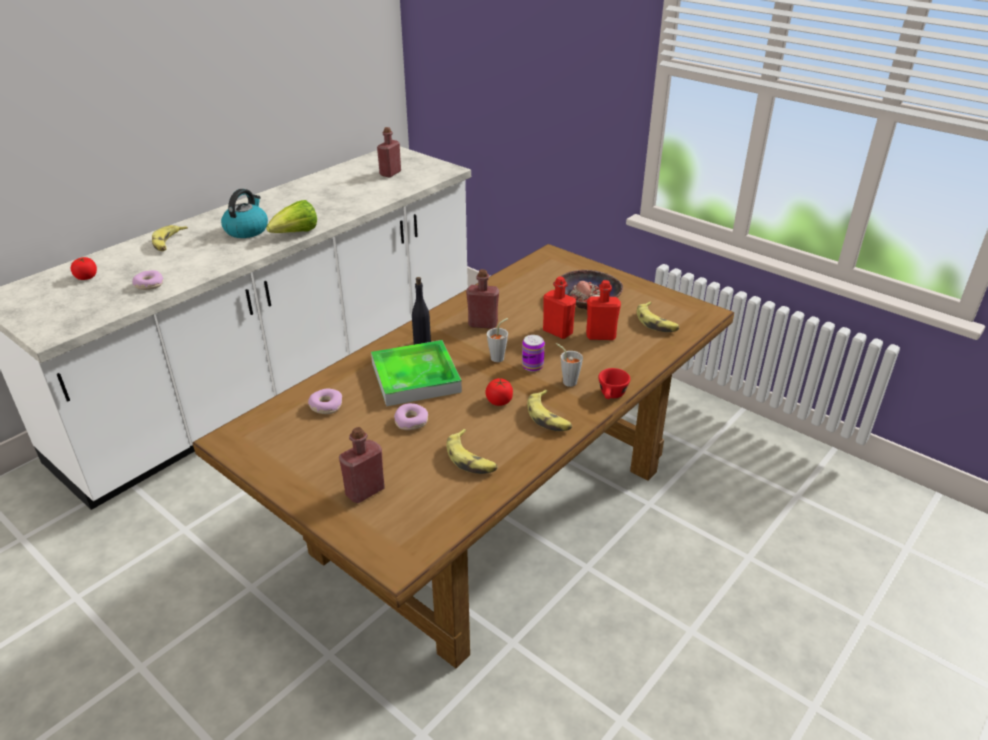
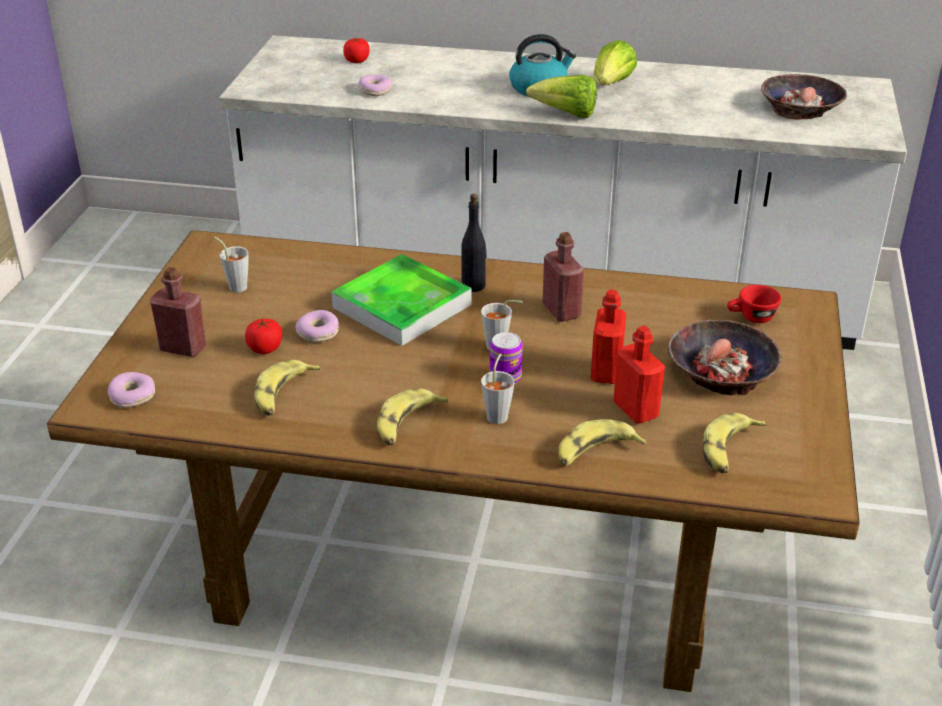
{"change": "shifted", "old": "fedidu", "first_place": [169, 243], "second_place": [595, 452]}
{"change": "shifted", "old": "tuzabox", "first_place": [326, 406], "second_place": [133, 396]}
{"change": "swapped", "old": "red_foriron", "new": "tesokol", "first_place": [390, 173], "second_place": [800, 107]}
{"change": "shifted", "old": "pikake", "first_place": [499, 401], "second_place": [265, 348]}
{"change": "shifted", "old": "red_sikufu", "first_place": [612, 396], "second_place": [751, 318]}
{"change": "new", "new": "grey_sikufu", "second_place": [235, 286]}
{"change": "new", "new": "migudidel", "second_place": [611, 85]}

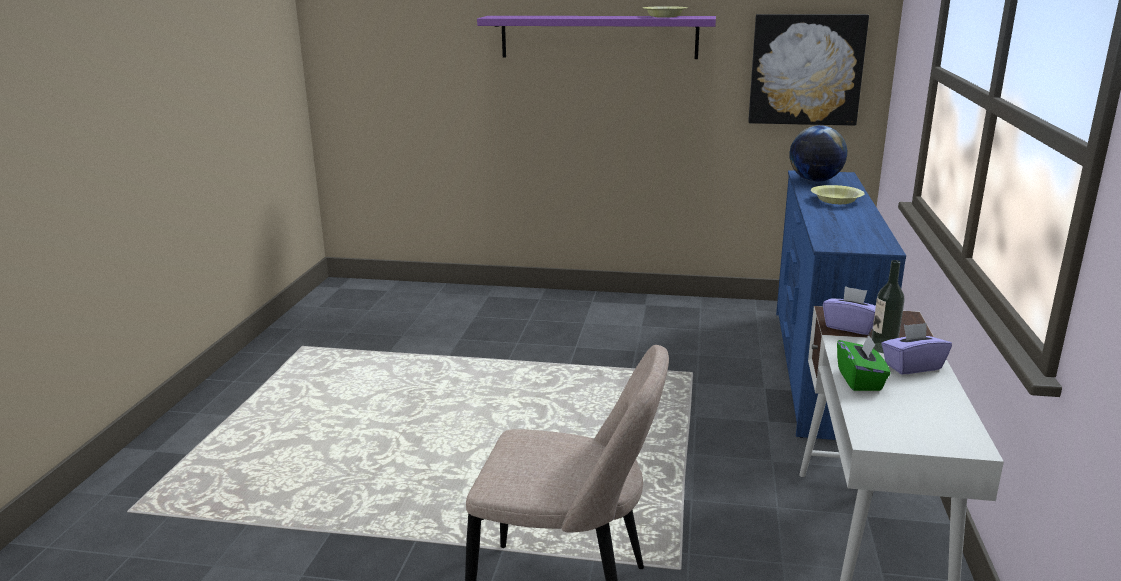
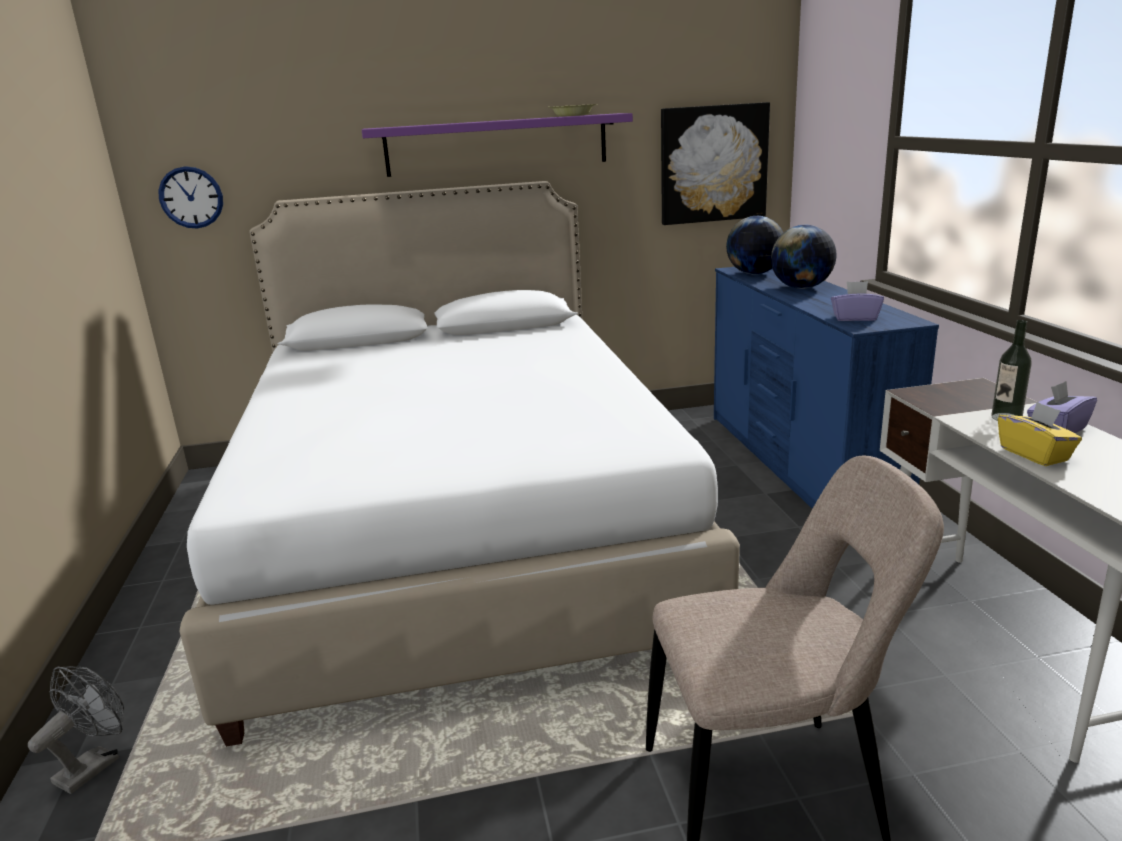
{"change": "swapped", "old": "yellow_tesokol", "new": "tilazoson", "first_place": [836, 201], "second_place": [801, 288]}
{"change": "shifted", "old": "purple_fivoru", "first_place": [849, 327], "second_place": [854, 318]}
{"change": "repainted", "old": "green_fivoru", "new": "yellow_fivoru", "first_place": [860, 380], "second_place": [1034, 454]}
{"change": "new", "new": "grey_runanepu", "second_place": [95, 764]}
{"change": "new", "new": "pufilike", "second_place": [191, 197]}
{"change": "new", "new": "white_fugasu", "second_place": [459, 534]}

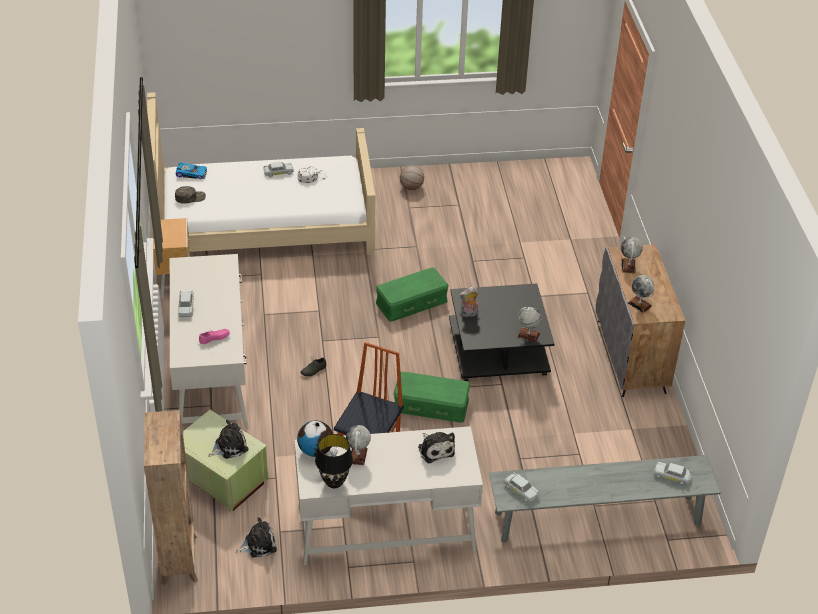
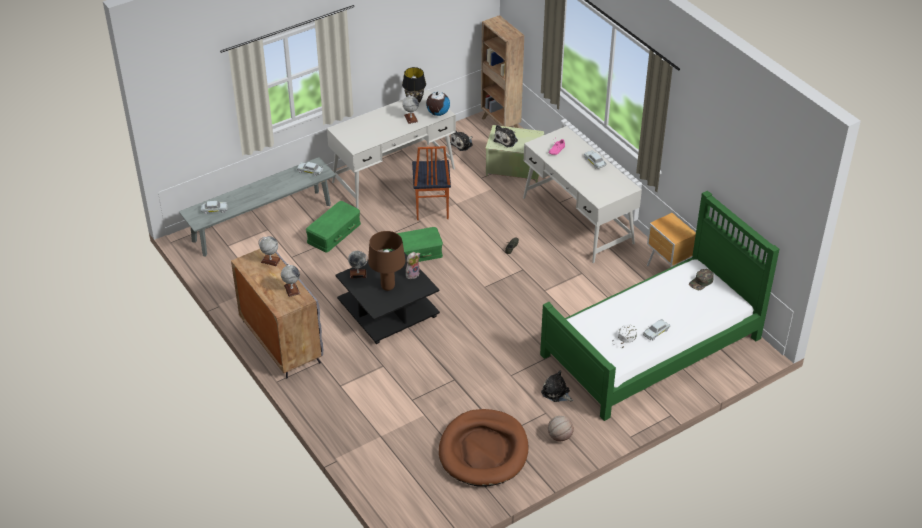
{"change": "repainted", "old": "beige_fugasu", "new": "green_fugasu", "first_place": [264, 225], "second_place": [652, 346]}
{"change": "gone", "old": "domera", "first_place": [191, 173]}
{"change": "shifted", "old": "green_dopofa", "first_place": [412, 302], "second_place": [333, 232]}
{"change": "shifted", "old": "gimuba", "first_place": [435, 449], "second_place": [556, 393]}
{"change": "new", "new": "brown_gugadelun", "second_place": [387, 287]}
{"change": "new", "new": "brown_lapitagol", "second_place": [483, 451]}

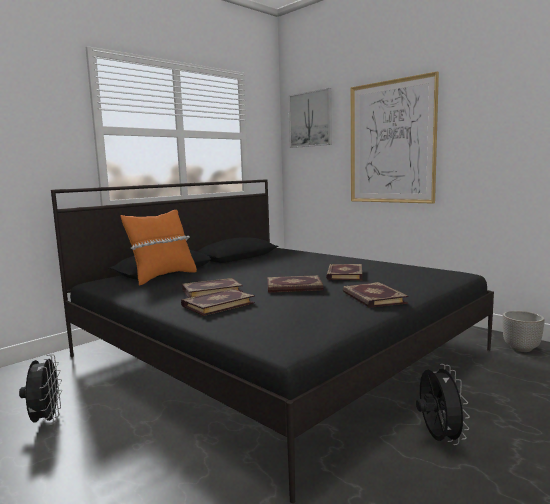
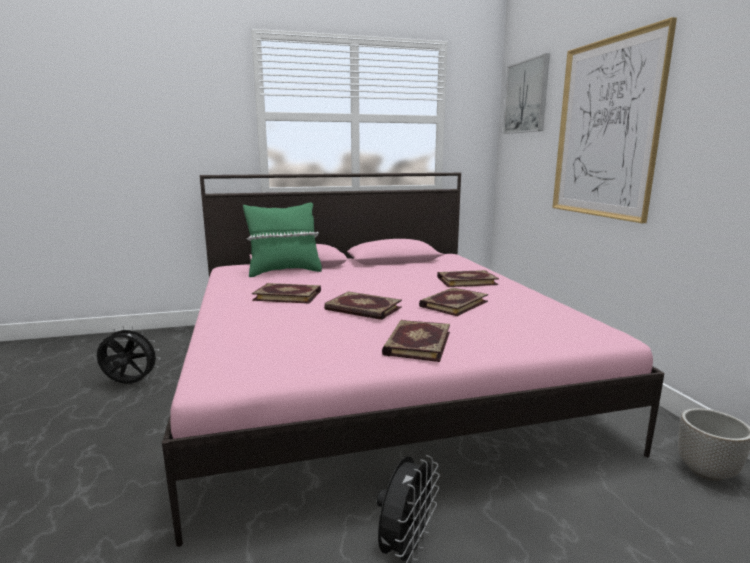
{"change": "rotated", "old": "black_runanepu", "first_place": [46, 421], "second_place": [130, 384], "degrees": -105}
{"change": "repainted", "old": "black_fugasu", "new": "pink_fugasu", "first_place": [276, 353], "second_place": [375, 377]}
{"change": "repainted", "old": "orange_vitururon", "new": "green_vitururon", "first_place": [162, 277], "second_place": [284, 272]}
{"change": "shifted", "old": "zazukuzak", "first_place": [217, 304], "second_place": [466, 281]}

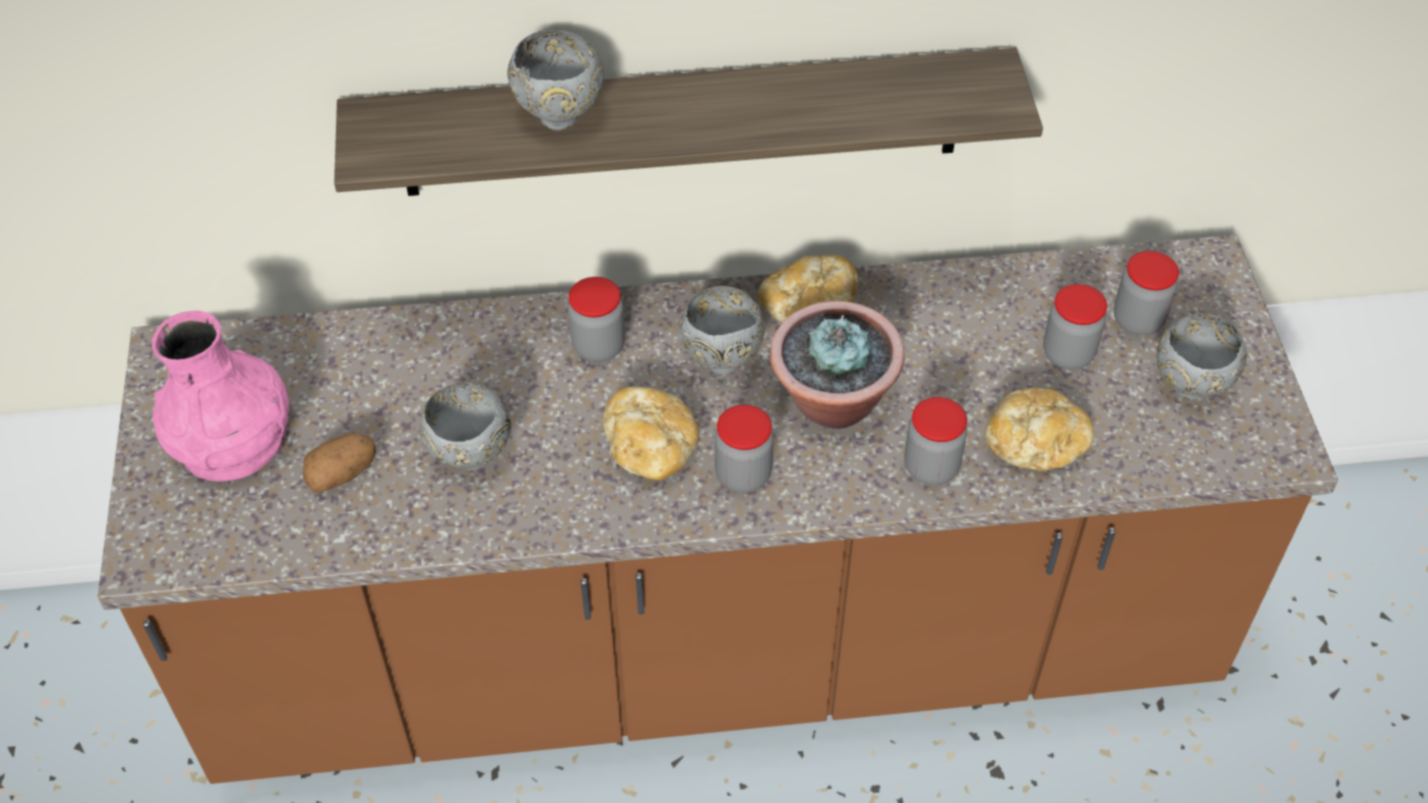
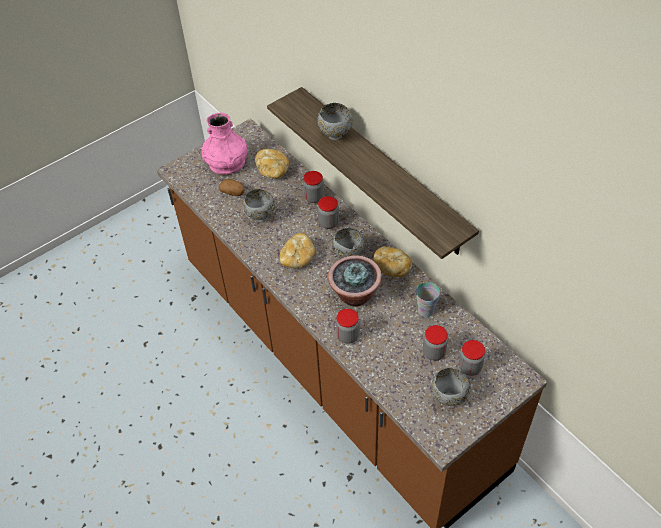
{"change": "shifted", "old": "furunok", "first_place": [743, 475], "second_place": [314, 197]}
{"change": "shifted", "old": "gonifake", "first_place": [1035, 444], "second_place": [273, 170]}
{"change": "new", "new": "sikufu", "second_place": [425, 311]}

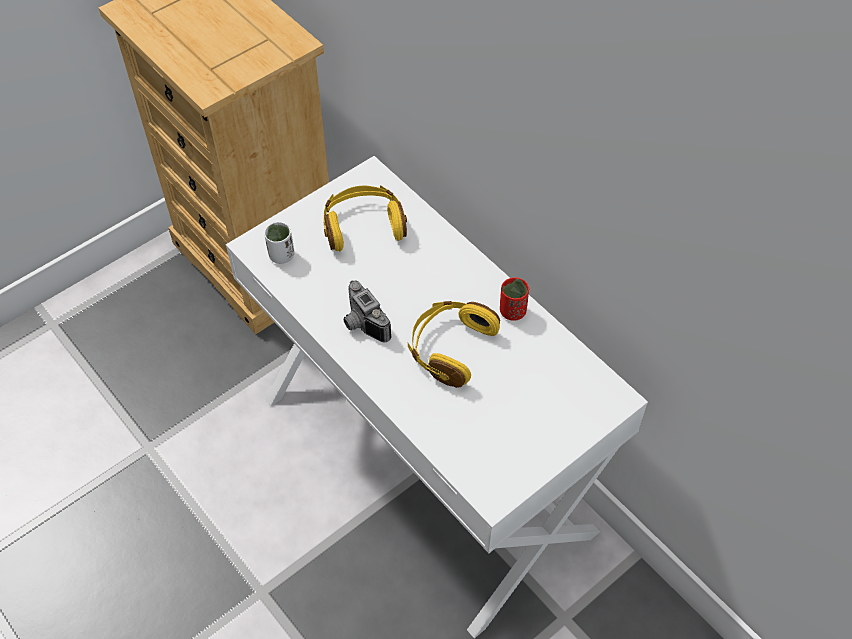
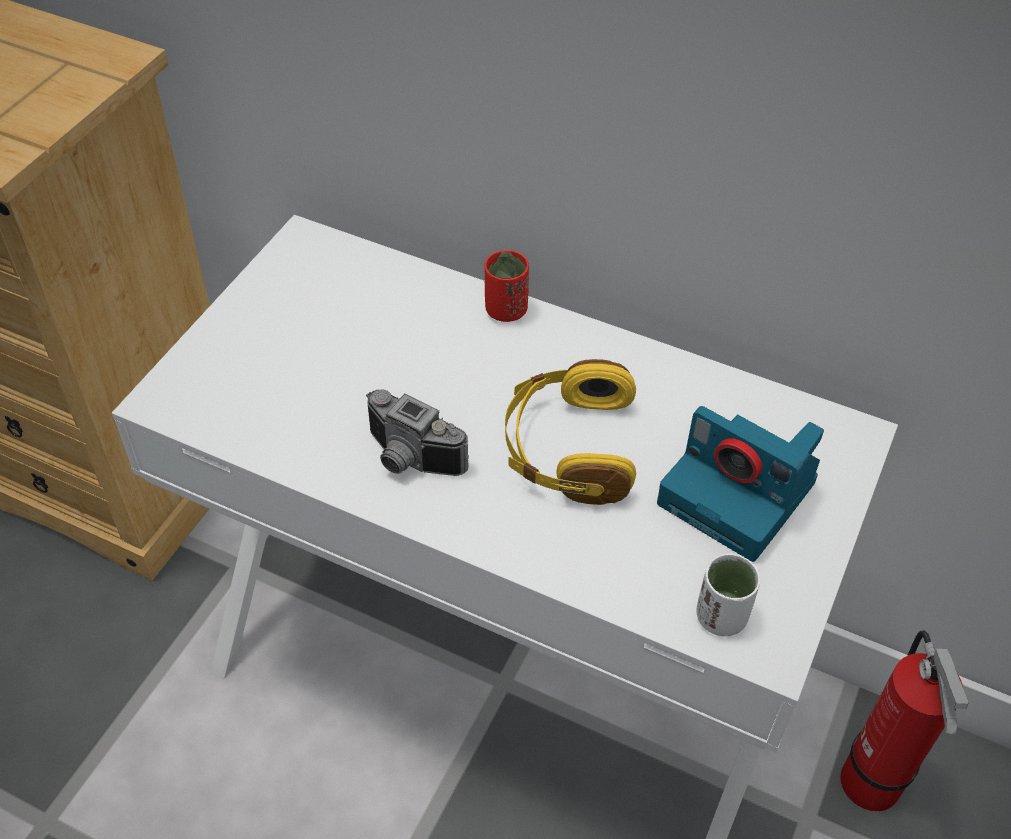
{"change": "shifted", "old": "white_sikufu", "first_place": [281, 255], "second_place": [721, 617]}
{"change": "gone", "old": "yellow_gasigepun", "first_place": [363, 226]}
{"change": "shifted", "old": "red_sikufu", "first_place": [512, 311], "second_place": [506, 310]}
{"change": "new", "new": "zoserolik", "second_place": [740, 494]}
{"change": "new", "new": "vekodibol", "second_place": [872, 790]}

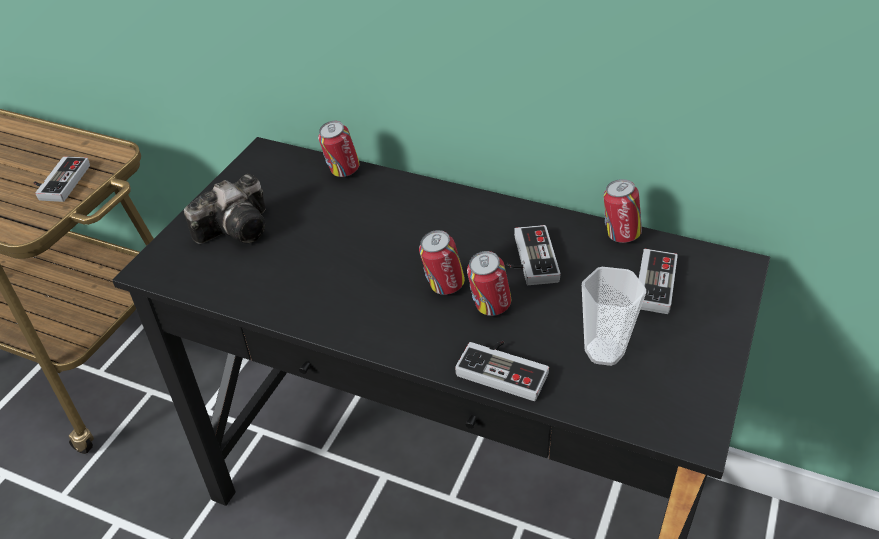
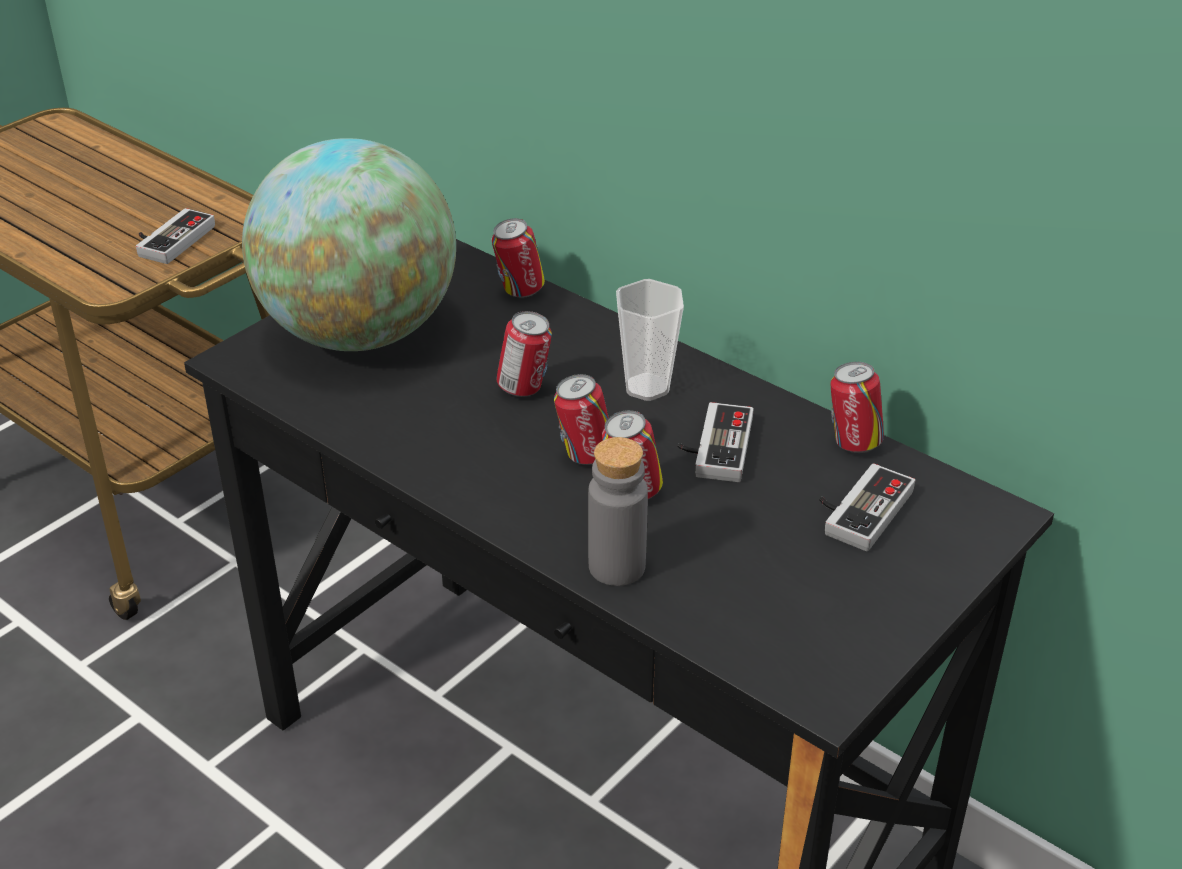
{"change": "swapped", "old": "zoserolik", "new": "tilazoson", "first_place": [239, 228], "second_place": [360, 333]}
{"change": "swapped", "old": "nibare", "new": "grey_foriron", "first_place": [505, 369], "second_place": [617, 566]}
{"change": "shifted", "old": "sikufu", "first_place": [604, 351], "second_place": [647, 387]}
{"change": "new", "new": "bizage", "second_place": [524, 389]}

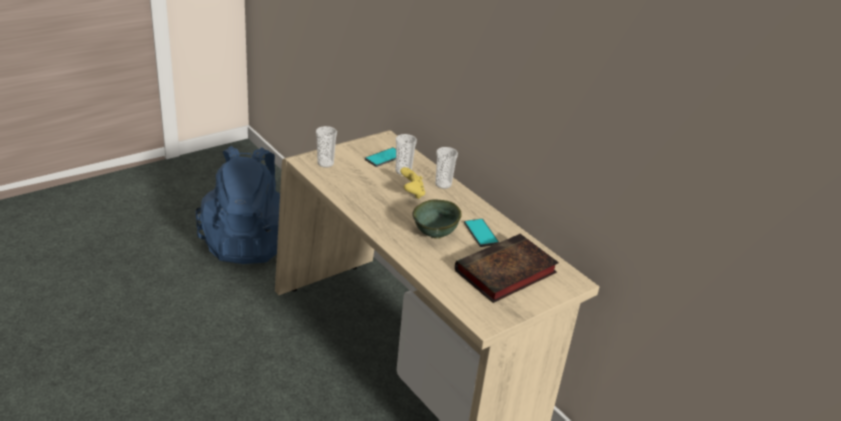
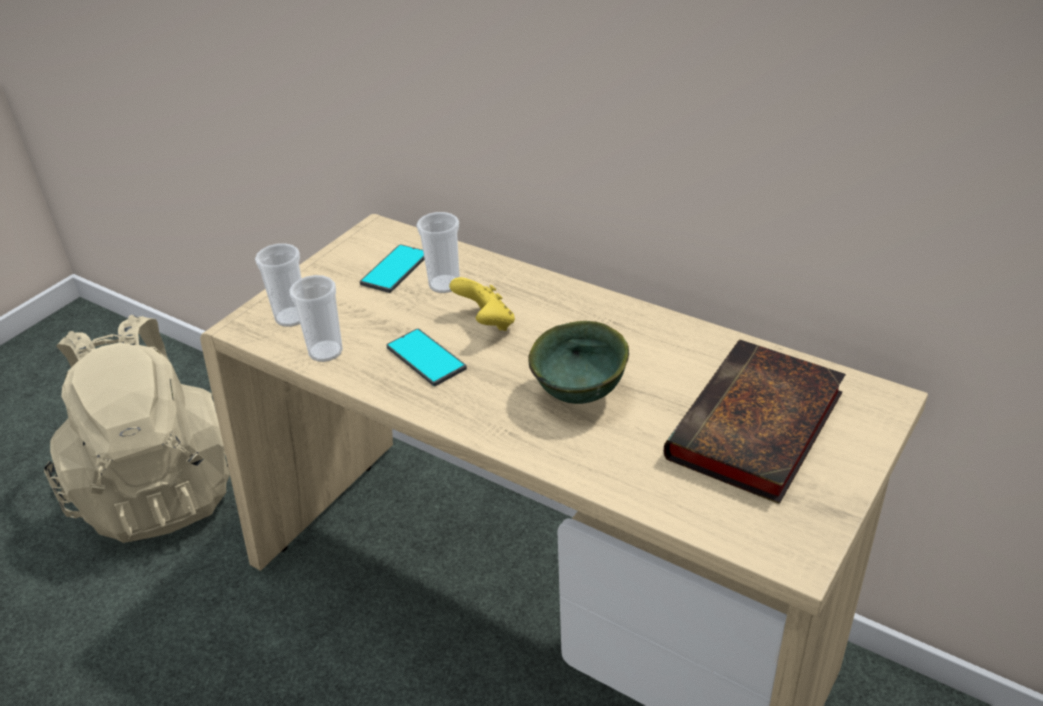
{"change": "repainted", "old": "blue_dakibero", "new": "beige_dakibero", "first_place": [248, 243], "second_place": [161, 488]}
{"change": "shifted", "old": "sikufu", "first_place": [443, 184], "second_place": [325, 352]}
{"change": "shifted", "old": "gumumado", "first_place": [481, 233], "second_place": [426, 358]}

